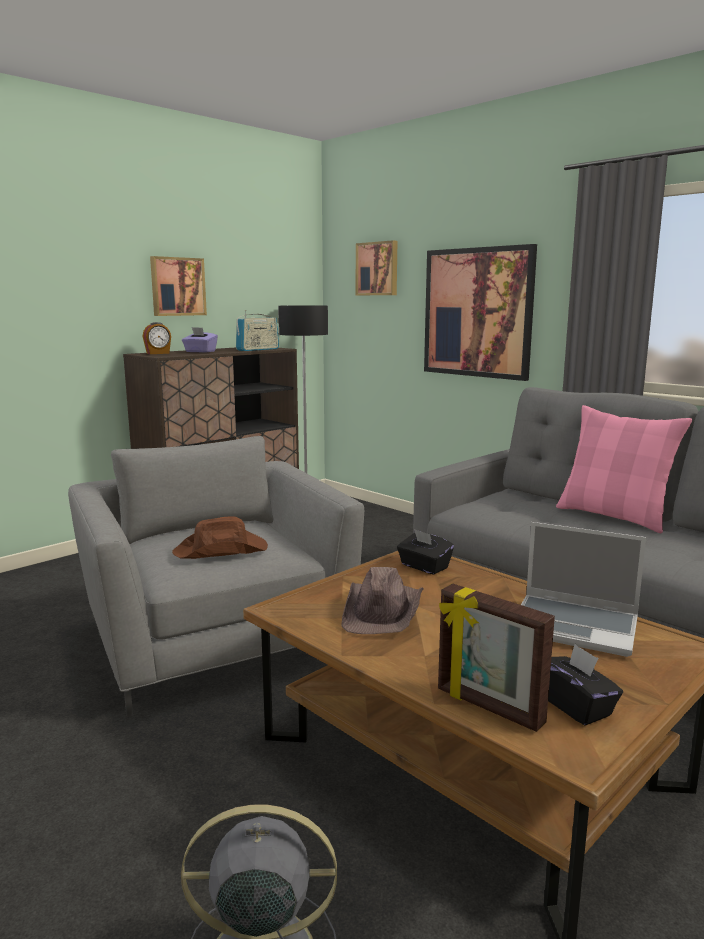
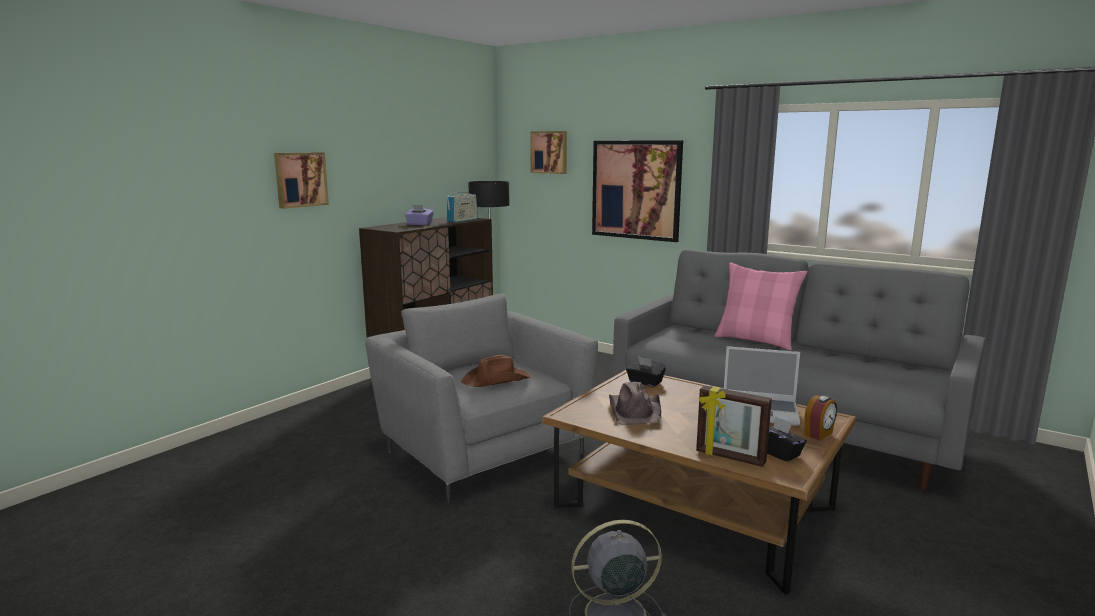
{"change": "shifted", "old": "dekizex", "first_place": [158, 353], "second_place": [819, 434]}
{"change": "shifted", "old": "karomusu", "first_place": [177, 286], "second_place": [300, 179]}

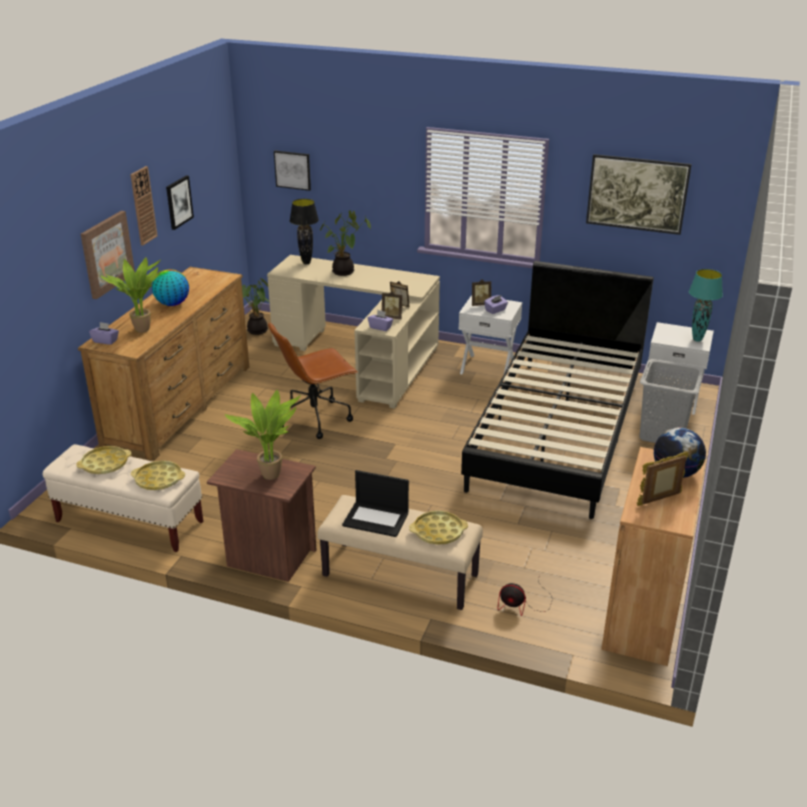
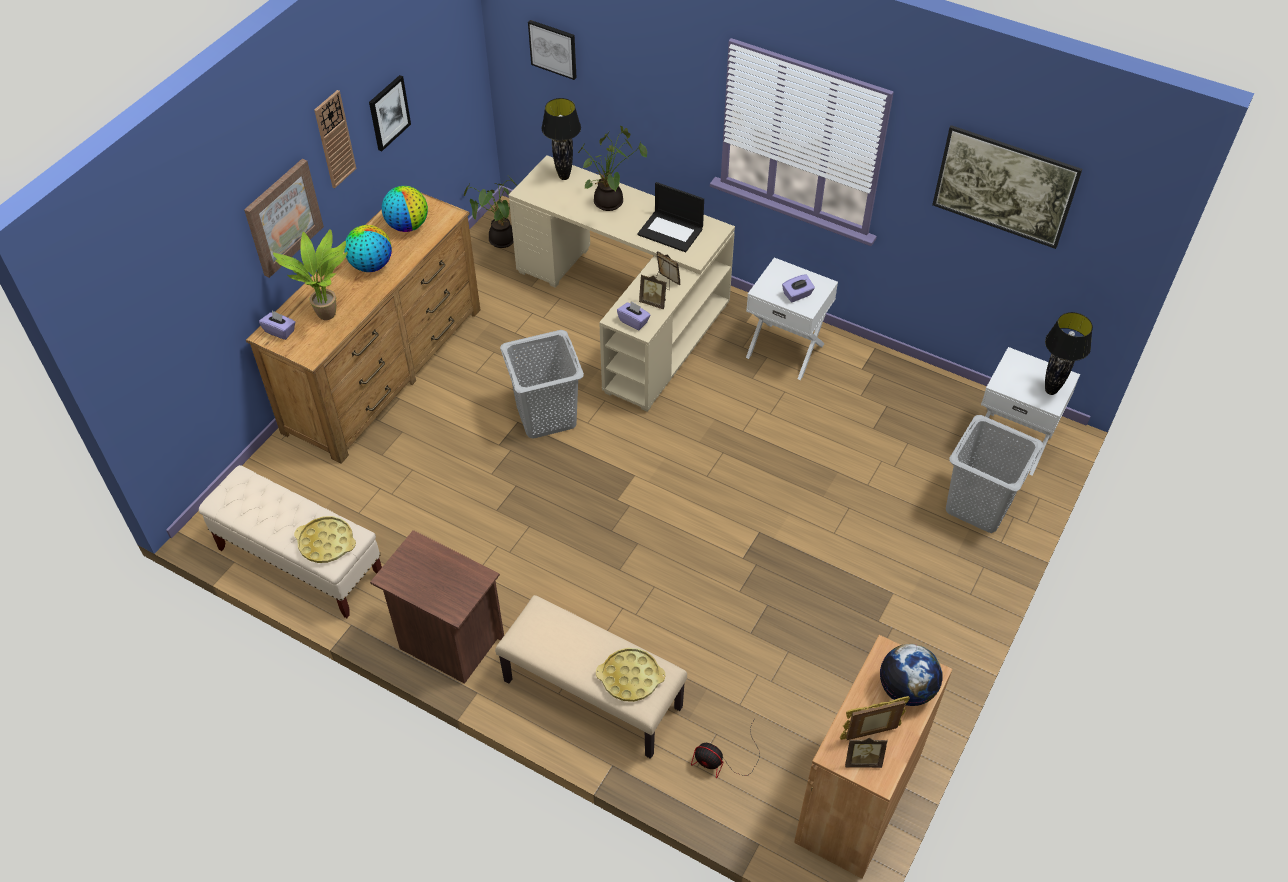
{"change": "gone", "old": "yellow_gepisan", "first_place": [105, 464]}
{"change": "gone", "old": "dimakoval", "first_place": [272, 474]}
{"change": "swapped", "old": "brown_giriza", "new": "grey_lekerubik", "first_place": [315, 418], "second_place": [545, 416]}
{"change": "shifted", "old": "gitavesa", "first_place": [376, 519], "second_place": [671, 231]}
{"change": "gone", "old": "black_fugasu", "first_place": [557, 432]}
{"change": "shifted", "old": "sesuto", "first_place": [480, 304], "second_place": [862, 760]}
{"change": "repainted", "old": "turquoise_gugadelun", "new": "black_gugadelun", "first_place": [697, 339], "second_place": [1051, 391]}
{"change": "new", "new": "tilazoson", "second_place": [408, 225]}

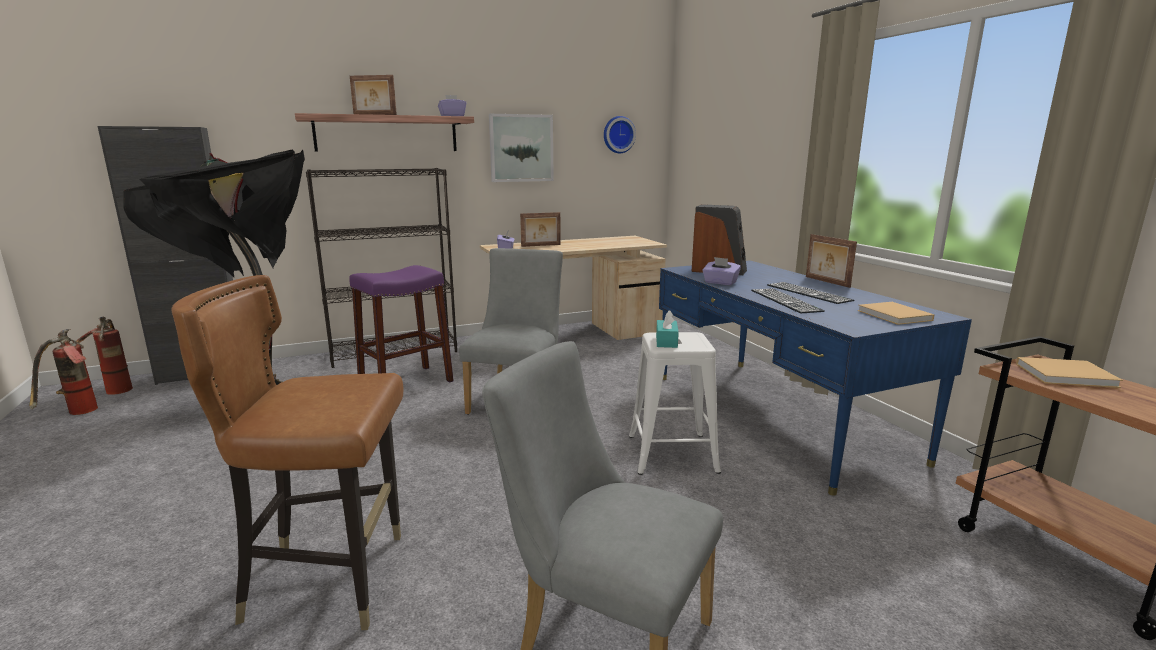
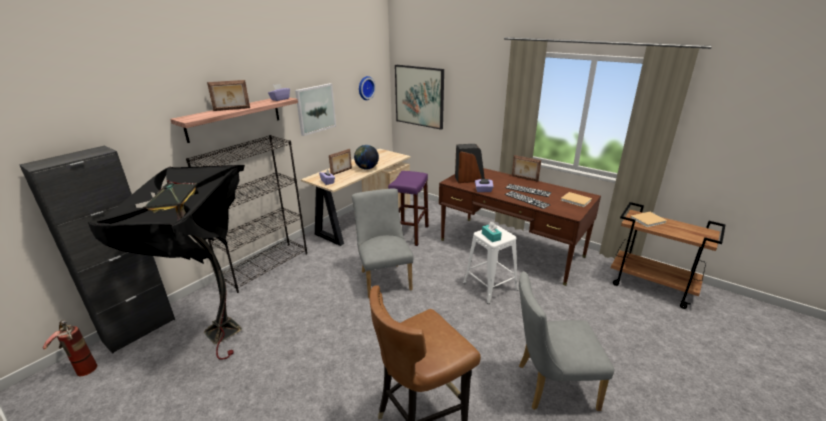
{"change": "gone", "old": "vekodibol", "first_place": [76, 414]}
{"change": "shifted", "old": "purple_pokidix", "first_place": [406, 383], "second_place": [409, 234]}
{"change": "repainted", "old": "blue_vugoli", "new": "brown_vugoli", "first_place": [776, 415], "second_place": [510, 248]}
{"change": "new", "new": "tilazoson", "second_place": [367, 168]}
{"change": "new", "new": "karomusu", "second_place": [419, 96]}

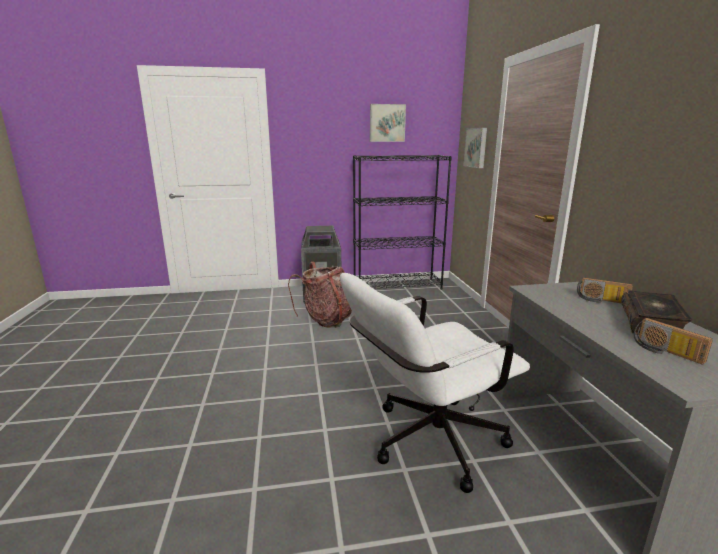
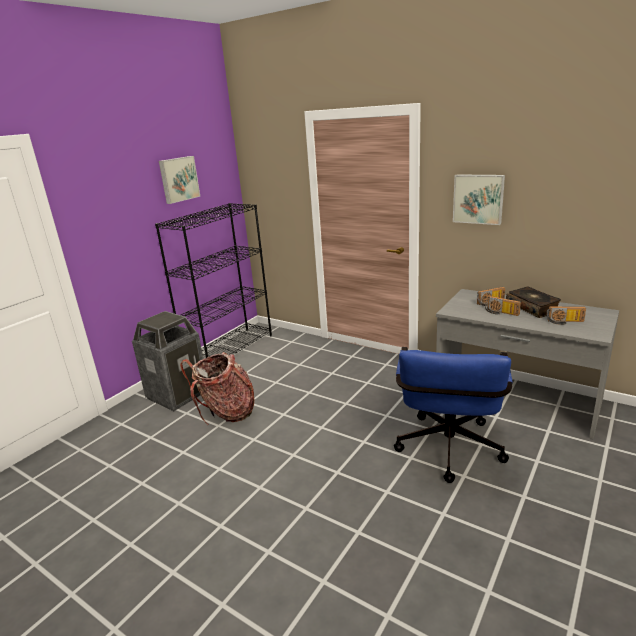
{"change": "repainted", "old": "white_giriza", "new": "blue_giriza", "first_place": [426, 443], "second_place": [448, 452]}
{"change": "shifted", "old": "karomusu", "first_place": [476, 147], "second_place": [478, 198]}
{"change": "new", "new": "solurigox", "second_place": [500, 313]}

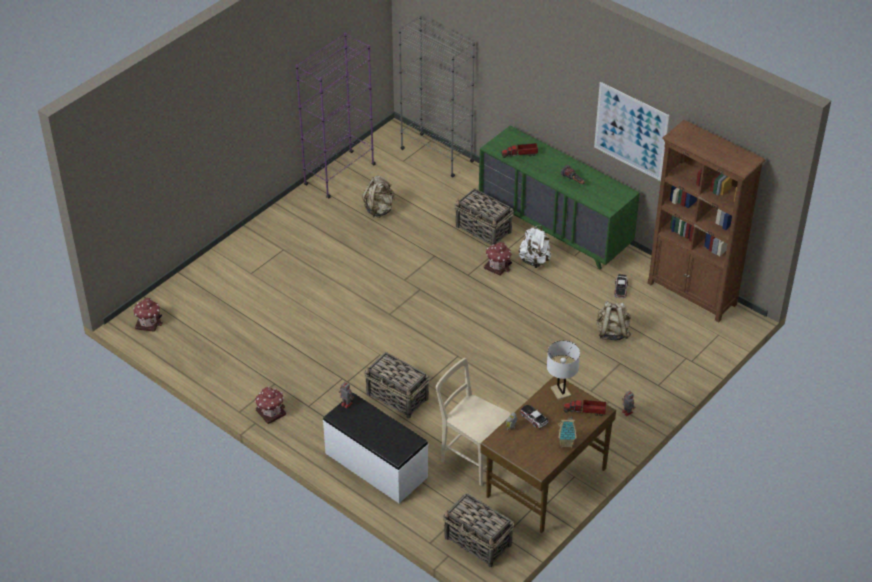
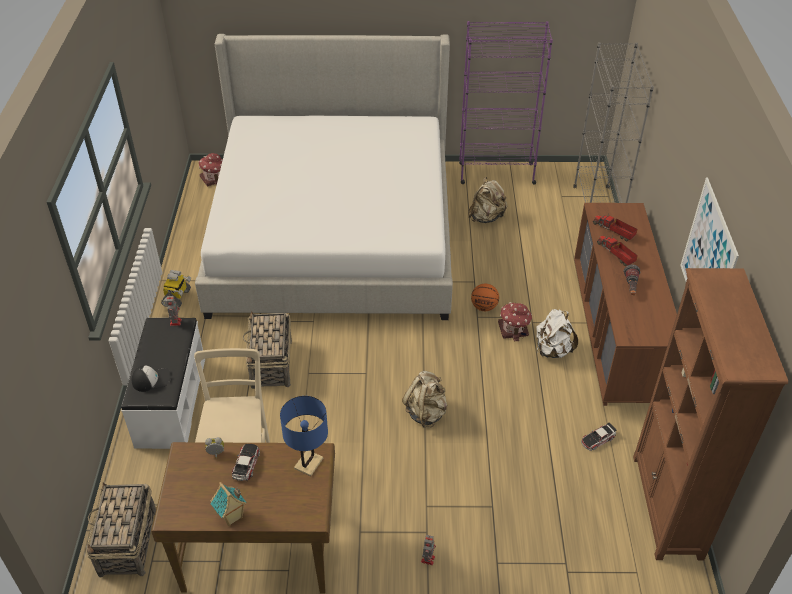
{"change": "swapped", "old": "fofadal", "new": "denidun", "first_place": [270, 412], "second_place": [177, 298]}
{"change": "gone", "old": "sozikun", "first_place": [484, 230]}
{"change": "repainted", "old": "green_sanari", "new": "brown_sanari", "first_place": [555, 227], "second_place": [614, 337]}
{"change": "repainted", "old": "white_gugadelun", "new": "blue_gugadelun", "first_place": [560, 392], "second_place": [308, 463]}
{"change": "shifted", "old": "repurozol", "first_place": [585, 411], "second_place": [616, 254]}
{"change": "shifted", "old": "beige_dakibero", "first_place": [612, 332], "second_place": [426, 412]}
{"change": "new", "new": "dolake", "second_place": [151, 379]}
{"change": "new", "new": "fugasu", "second_place": [333, 235]}
{"change": "new", "new": "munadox", "second_place": [484, 307]}

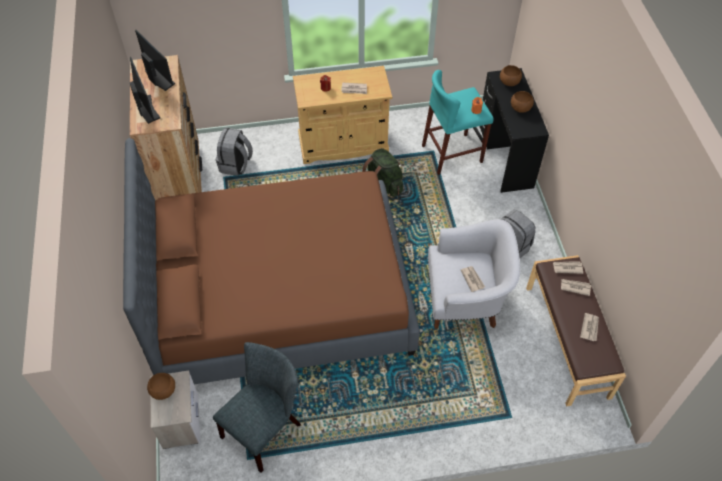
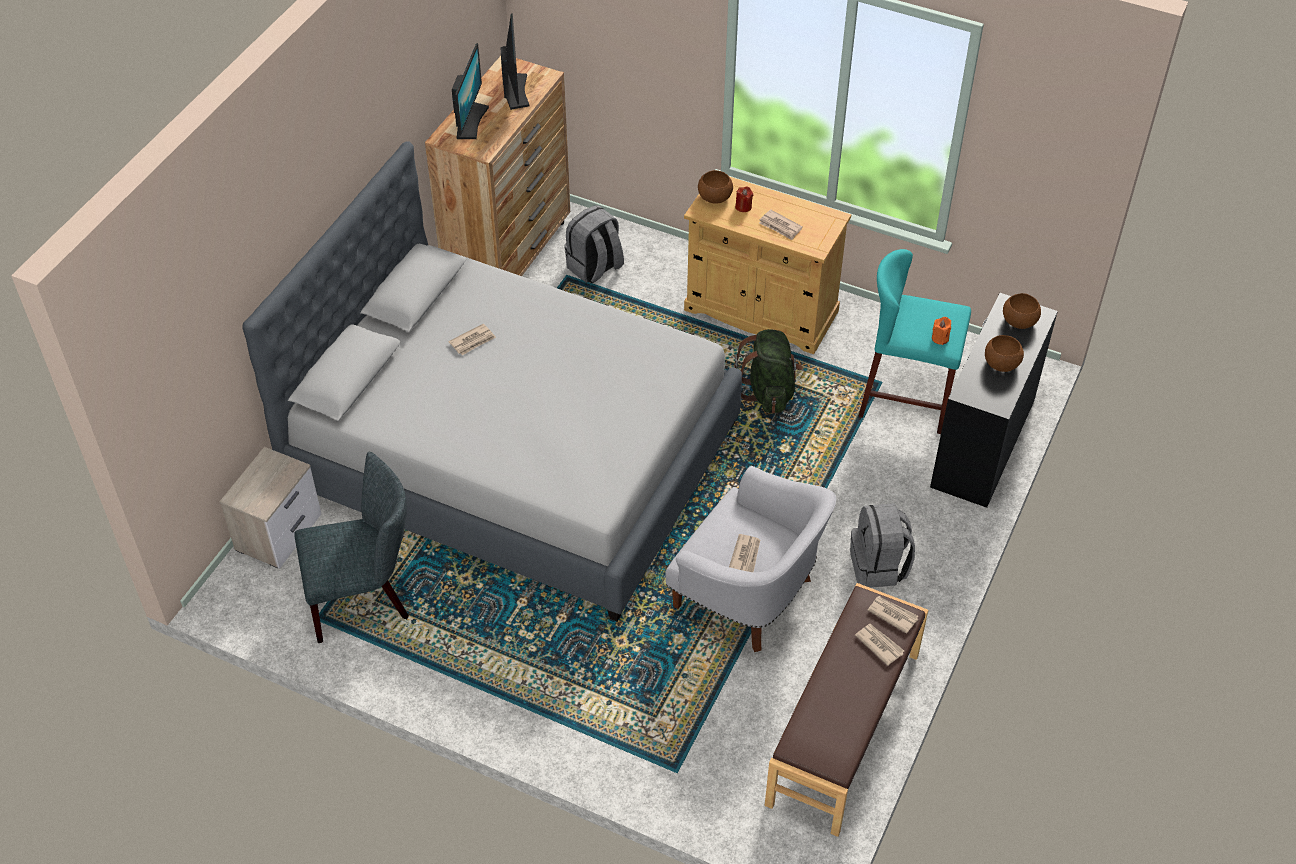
{"change": "repainted", "old": "brown_fugasu", "new": "grey_fugasu", "first_place": [280, 294], "second_place": [514, 455]}
{"change": "shifted", "old": "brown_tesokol", "first_place": [163, 390], "second_place": [714, 197]}
{"change": "shifted", "old": "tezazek", "first_place": [590, 327], "second_place": [473, 341]}

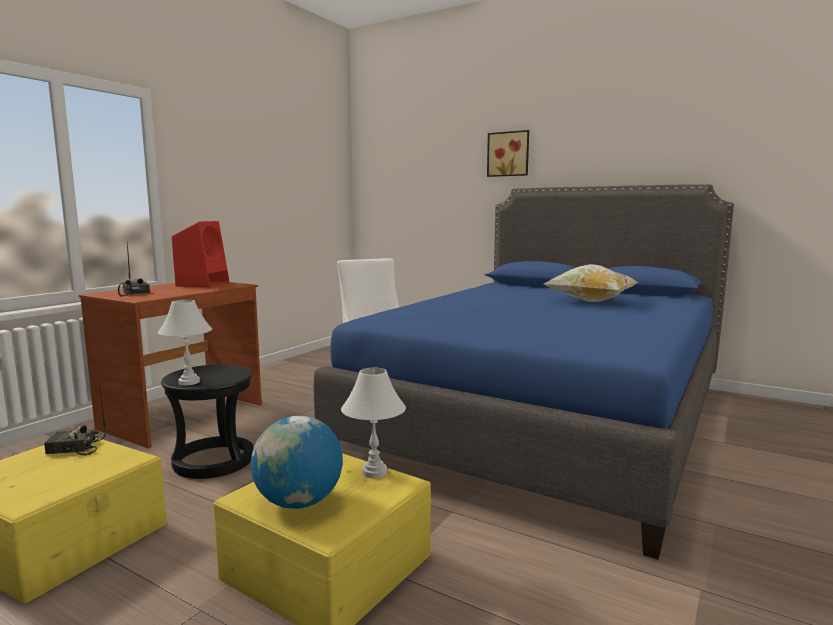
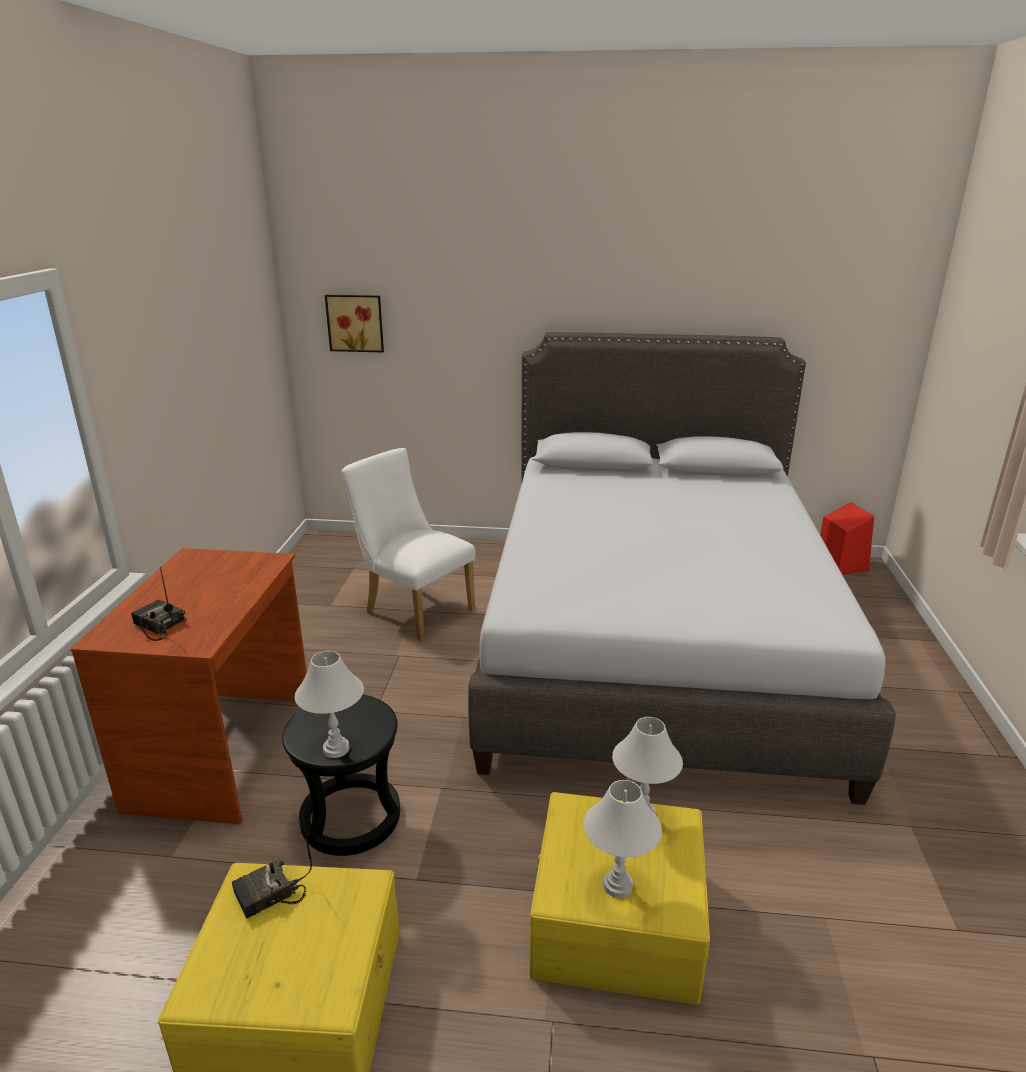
{"change": "shifted", "old": "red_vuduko", "first_place": [203, 284], "second_place": [840, 564]}
{"change": "swapped", "old": "tilazoson", "new": "white_gugadelun", "first_place": [298, 502], "second_place": [617, 885]}
{"change": "repainted", "old": "blue_fugasu", "new": "grey_fugasu", "first_place": [546, 419], "second_place": [652, 640]}
{"change": "shifted", "old": "karomusu", "first_place": [508, 154], "second_place": [355, 323]}
{"change": "gone", "old": "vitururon", "first_place": [590, 301]}

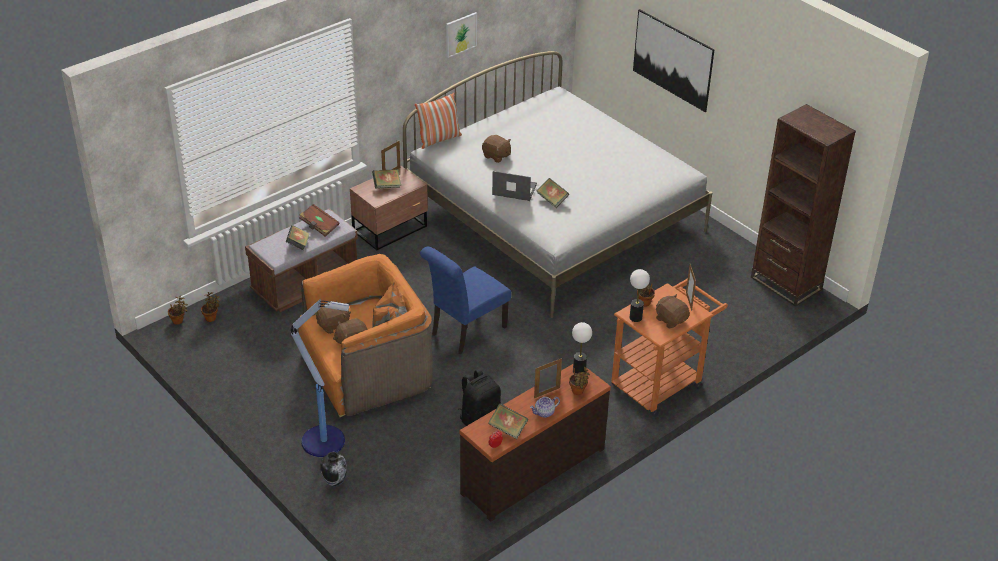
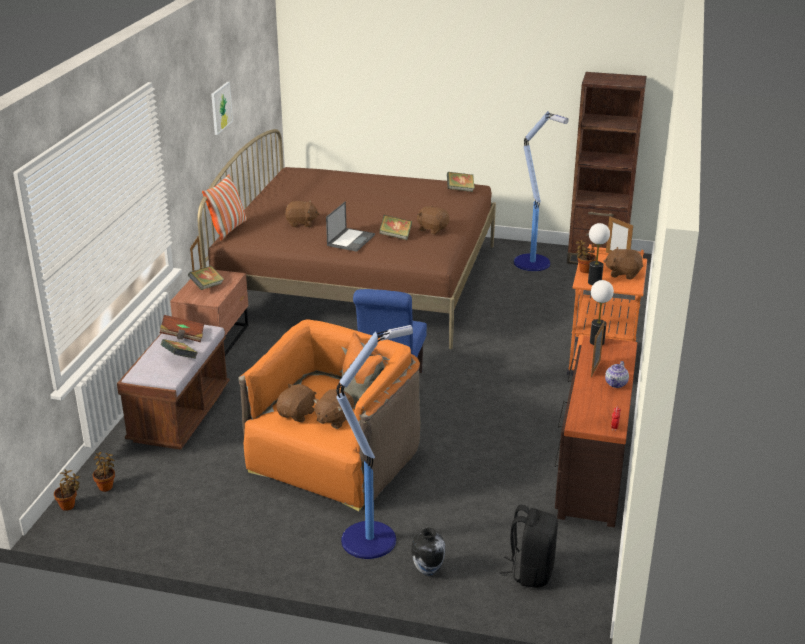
{"change": "repainted", "old": "white_fugasu", "new": "brown_fugasu", "first_place": [554, 219], "second_place": [358, 280]}
{"change": "shifted", "old": "black_dakibero", "first_place": [479, 418], "second_place": [530, 571]}
{"change": "shifted", "old": "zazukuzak", "first_place": [507, 429], "second_place": [460, 190]}
{"change": "rotated", "old": "gitavesa", "first_place": [513, 189], "second_place": [351, 240], "degrees": 135}
{"change": "gone", "old": "dimakoval", "first_place": [578, 392]}
{"change": "gone", "old": "karomusu", "first_place": [672, 60]}
{"change": "new", "new": "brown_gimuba", "second_place": [432, 229]}
{"change": "new", "new": "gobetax", "second_place": [533, 263]}

